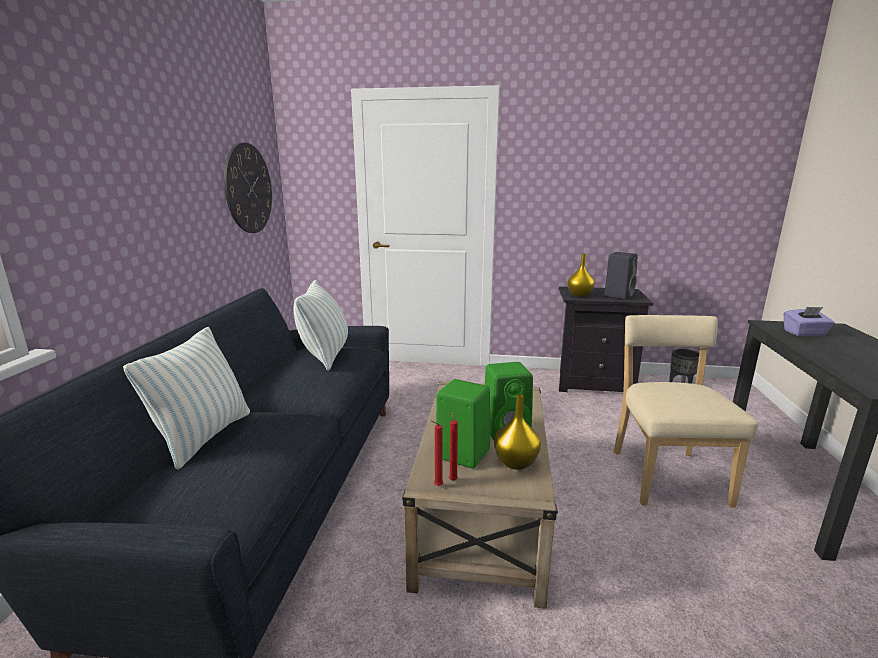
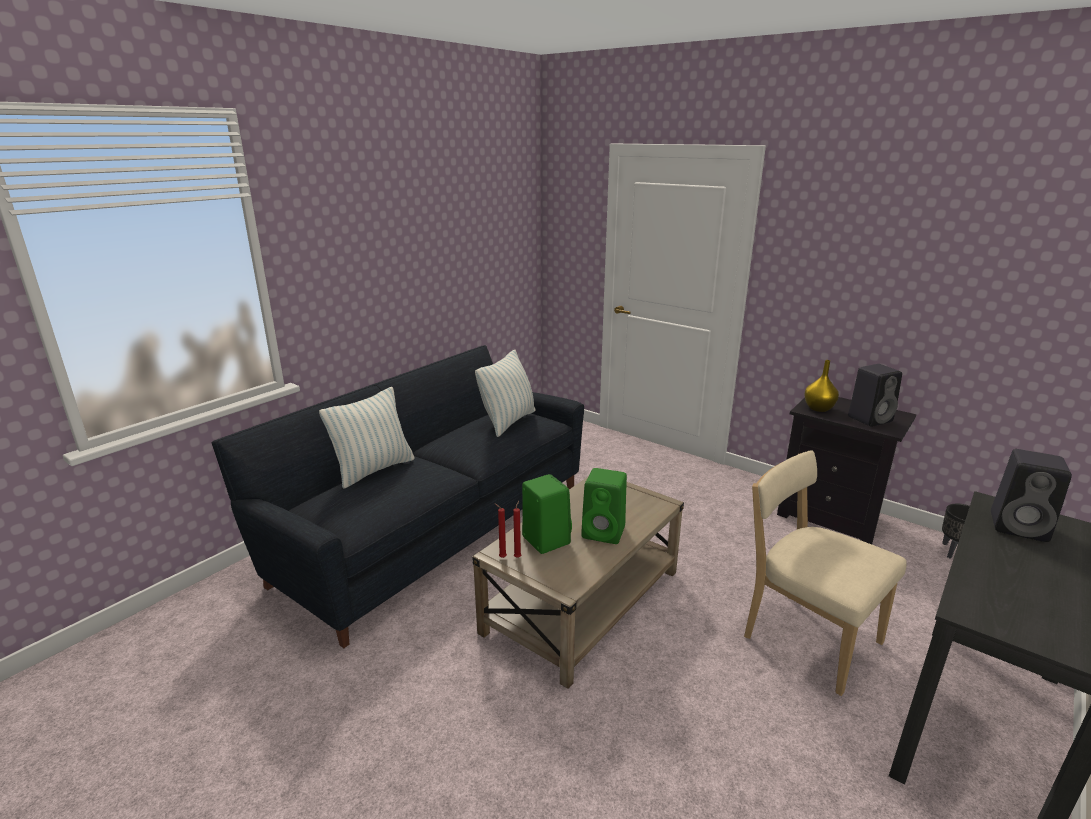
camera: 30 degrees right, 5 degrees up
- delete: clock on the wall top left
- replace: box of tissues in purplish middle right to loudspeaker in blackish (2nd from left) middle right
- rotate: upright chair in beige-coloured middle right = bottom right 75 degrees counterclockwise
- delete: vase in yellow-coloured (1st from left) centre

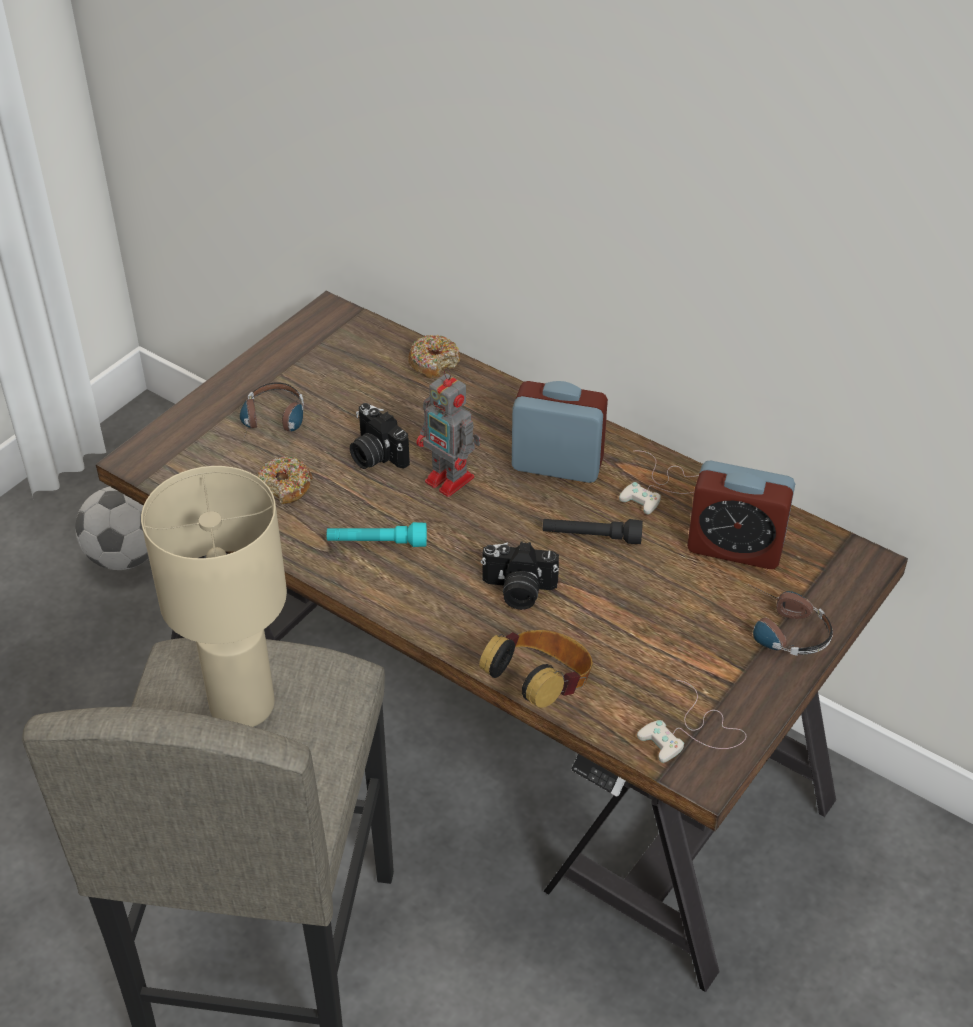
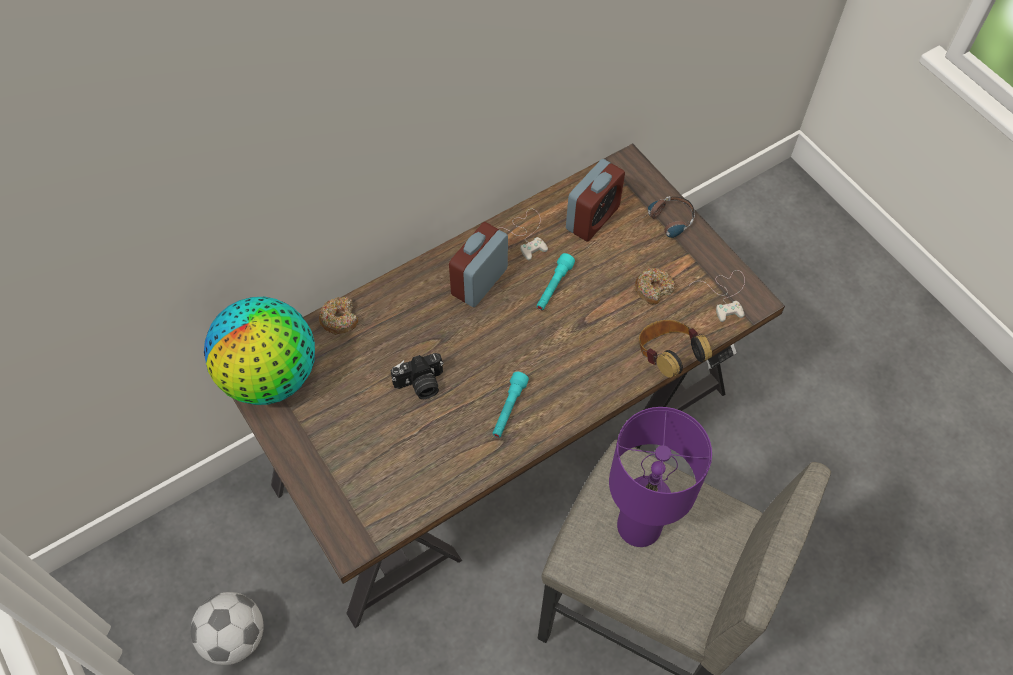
camera: 70 degrees left, 15 degrees up
- delete: toy robot centre
- delete: headphones (1st from left) middle left
- move: donut (1st from left in the first image) middle left to donut (2nd from left) centre
- recolor: table lamp in beige-coloured middle left to table lamp in purplish bottom centre
- recolor: hand torch in blackish centre to hand torch in turquoise (2nd from left) centre
- delete: photo camera (2nd from left) centre
- insert: world globe middle left

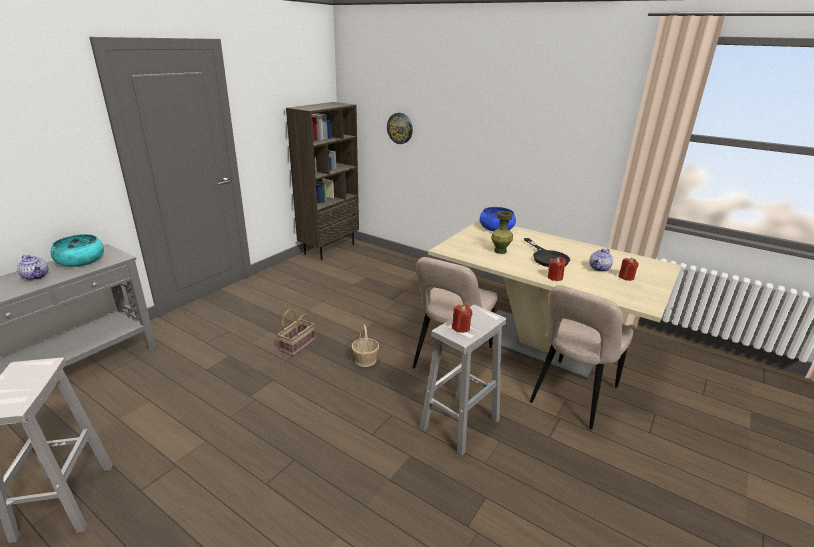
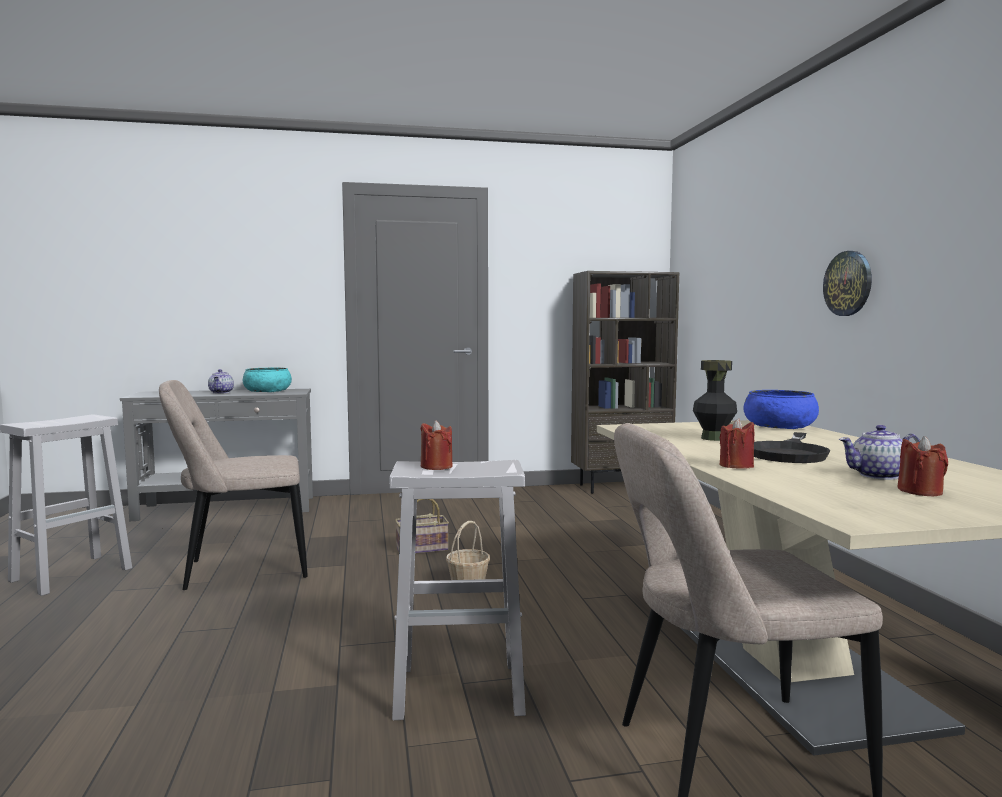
camera: 45 degrees right, 20 degrees down
- move: clock on the wall top centre to middle right
- recolor: vase in greenish centre to vase in blackish middle right
- move: upright chair in beige-coloured (1st from left) centre to middle left

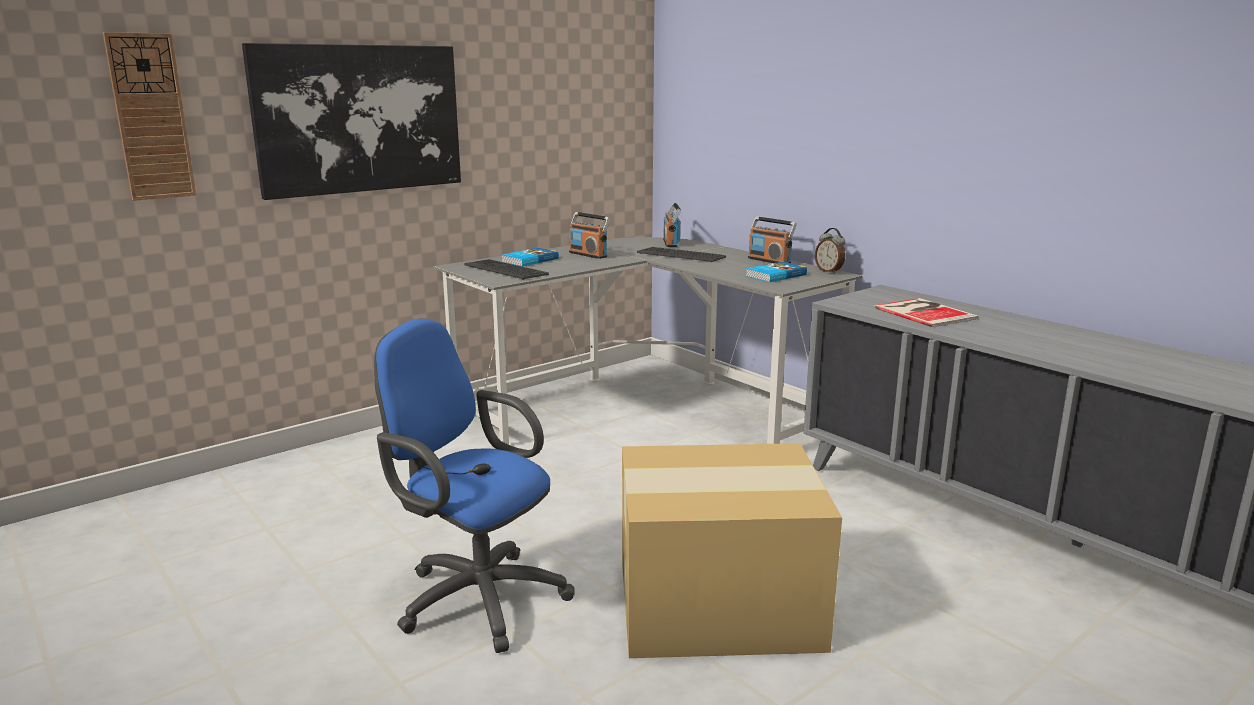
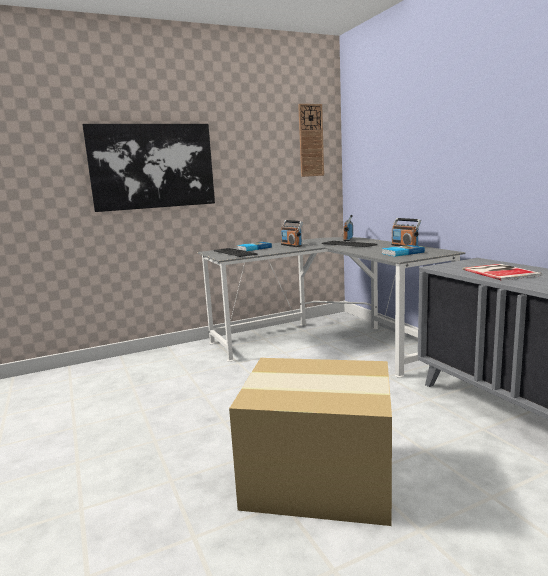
camera: 15 degrees right, 5 degrees down
- move: clock on the wall top left to top centre
- delete: bedside clock centre
- delete: computer chair in blue-coloured bottom centre

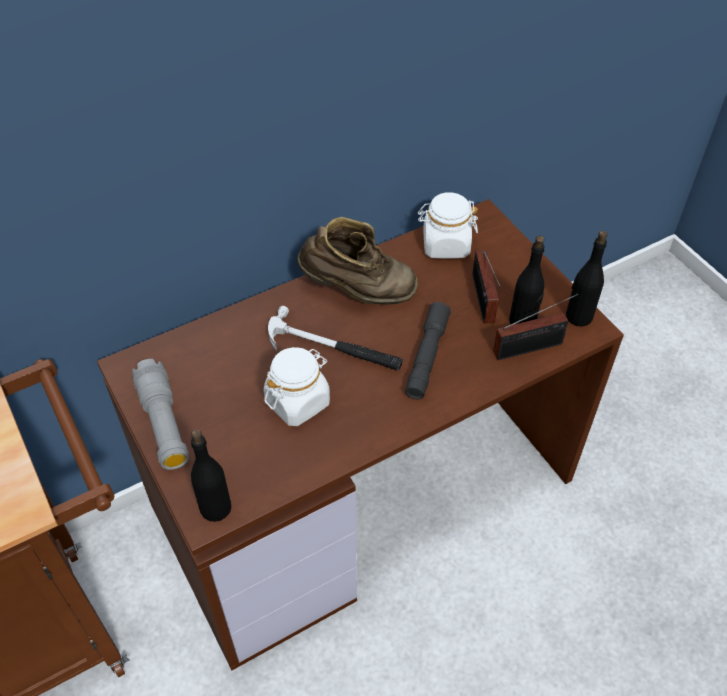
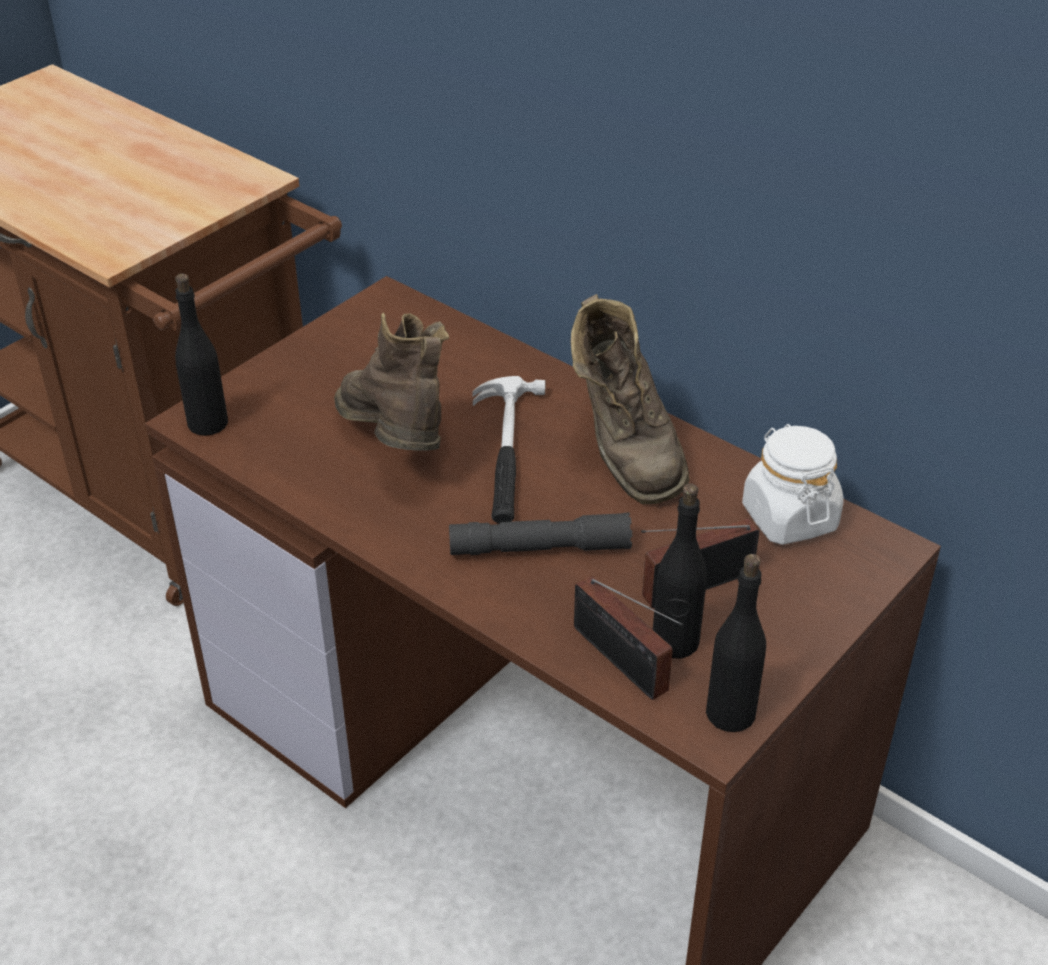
camera: 70 degrees right, 10 degrees down
- replace: jar in white (1st from left) centre to tall boot in brown (1st from left) centre
- delete: hand torch in greyish (1st from left) middle left

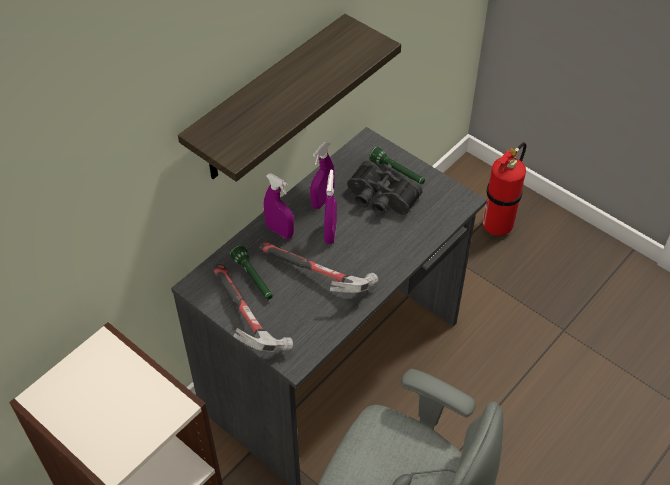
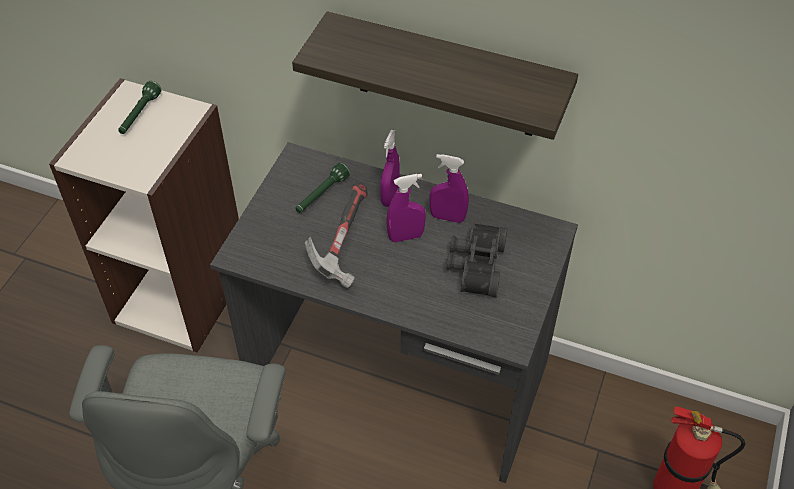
camera: 70 degrees right, 0 degrees up
- move: hand torch in greenish (2nd from left in the first image) centre to hand torch in greenish (1st from left) top left
- delete: hand hammer (1st from left) centre

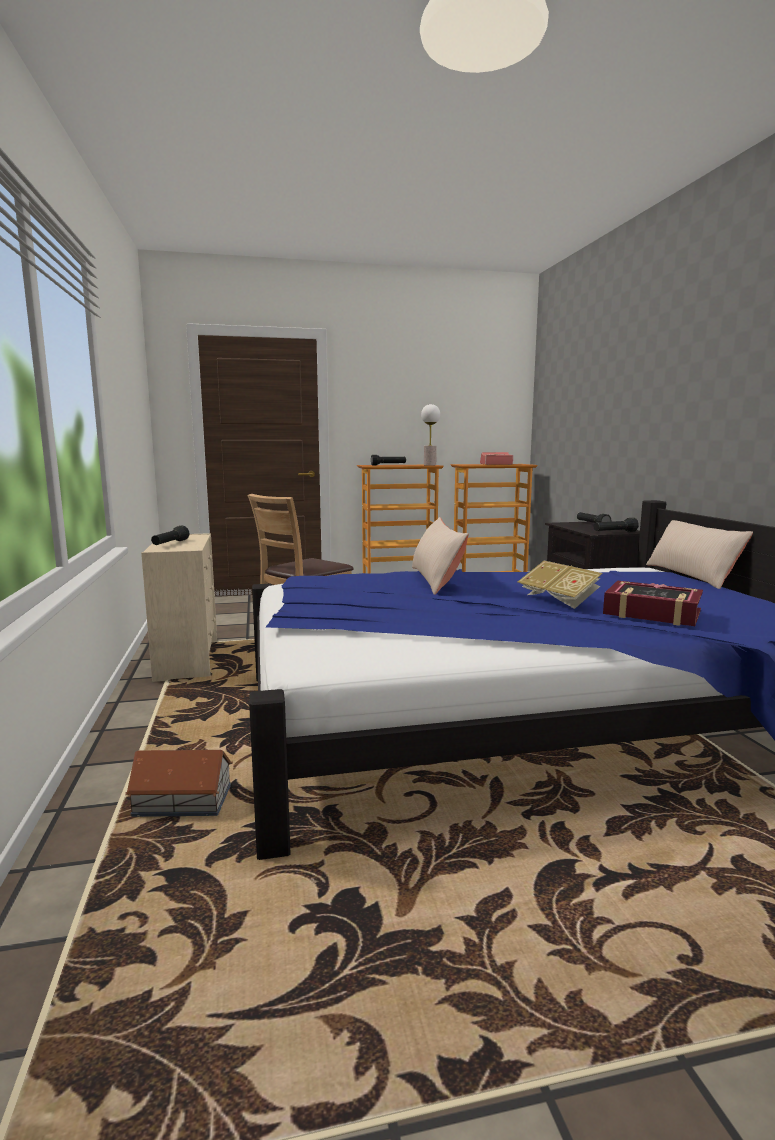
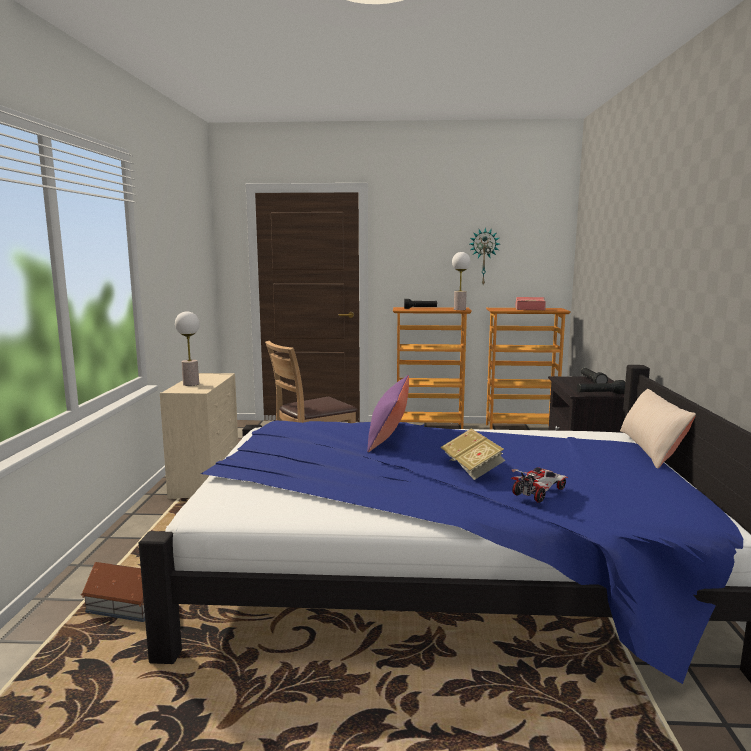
camera: 15 degrees right, 0 degrees up
- recolor: cushion in beige-coloured (1st from left) centre to cushion in purplish centre
- replace: hand torch in blackish (1st from left) middle left to table lamp (1st from left) middle left
- replace: volume (2nd from left) middle right to toy car middle right
- insert: clock on the wall centre

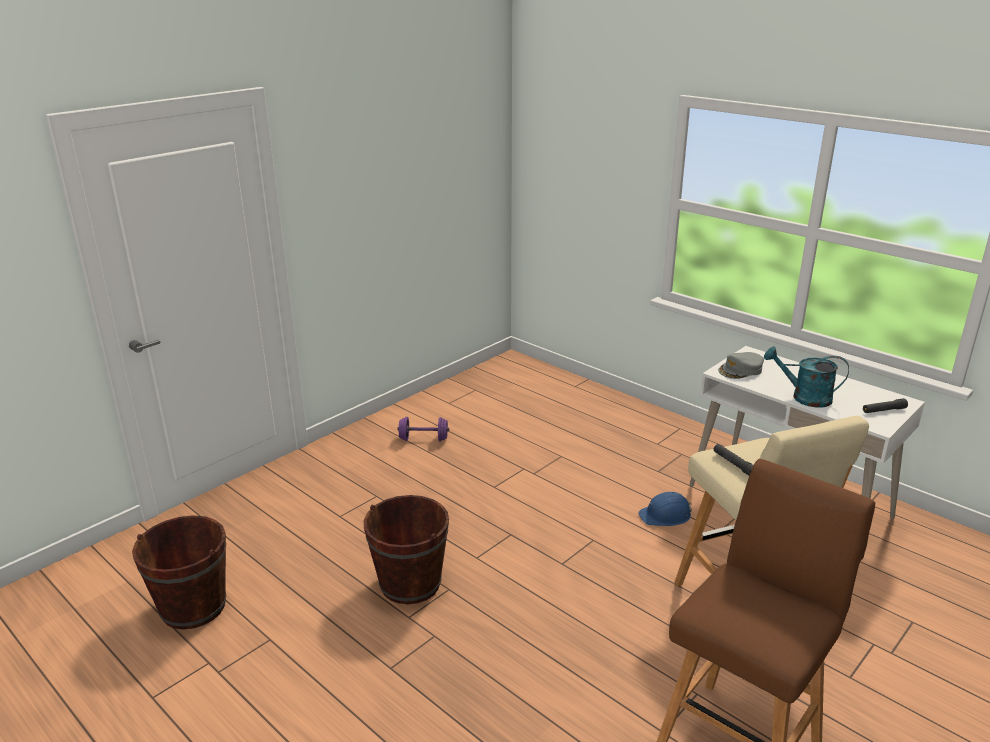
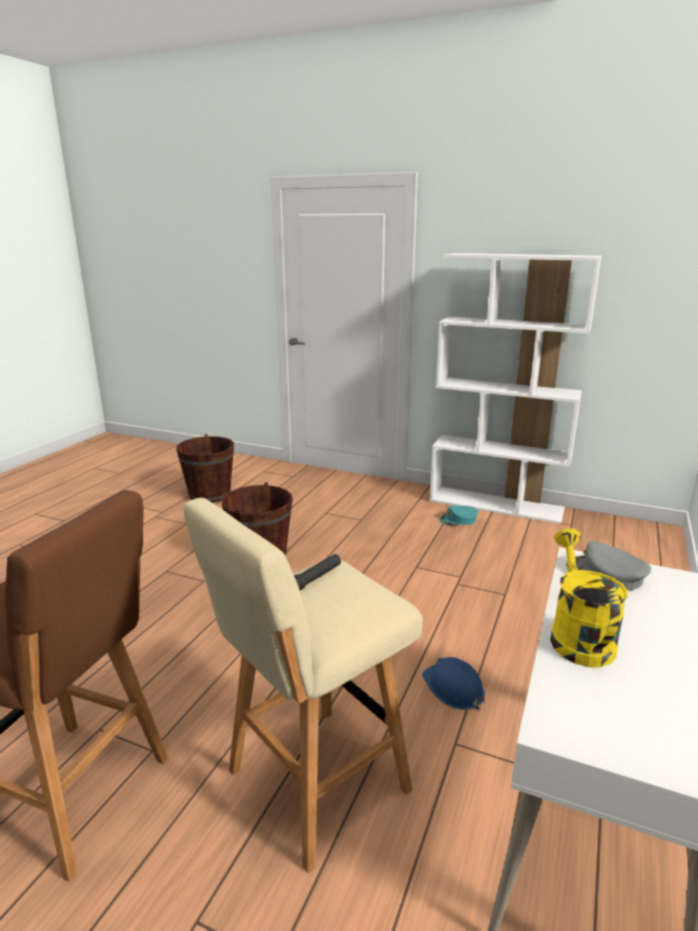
camera: 70 degrees right, 5 degrees down
- recolor: sprinkling can in turquoise middle right to sprinkling can in yellow-coloured middle right
- delete: hand torch in blackish (2nd from left) middle right
- replace: hand weight in purplish centre to peaked cap in turquoise centre
- insert: shelving unit in white middle right

